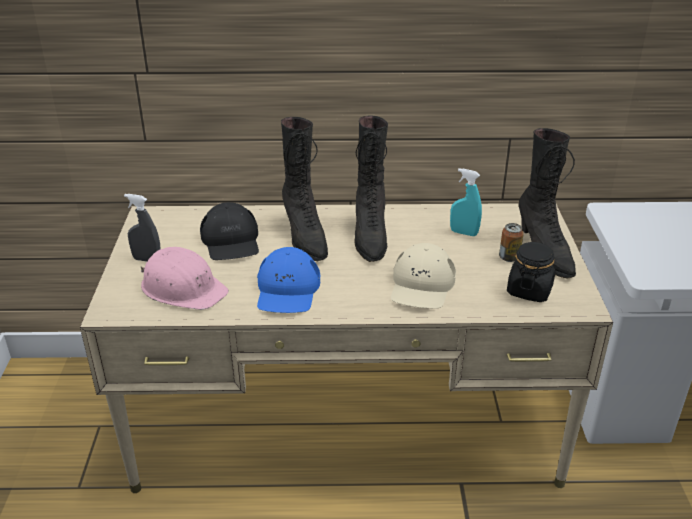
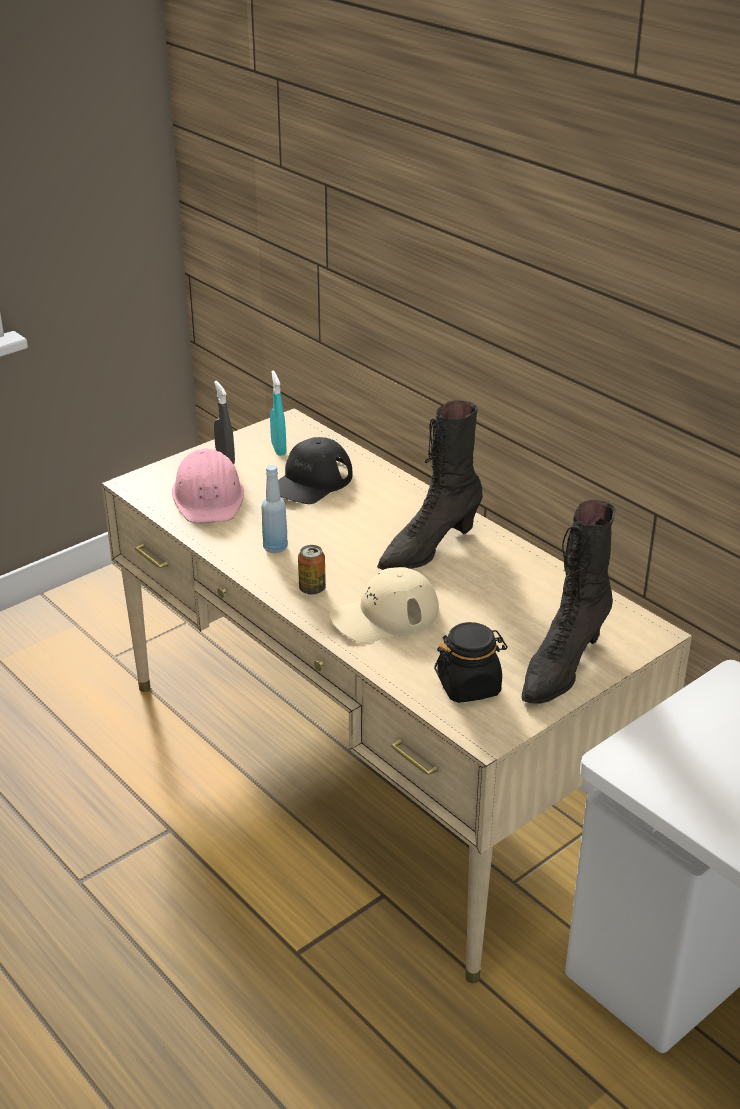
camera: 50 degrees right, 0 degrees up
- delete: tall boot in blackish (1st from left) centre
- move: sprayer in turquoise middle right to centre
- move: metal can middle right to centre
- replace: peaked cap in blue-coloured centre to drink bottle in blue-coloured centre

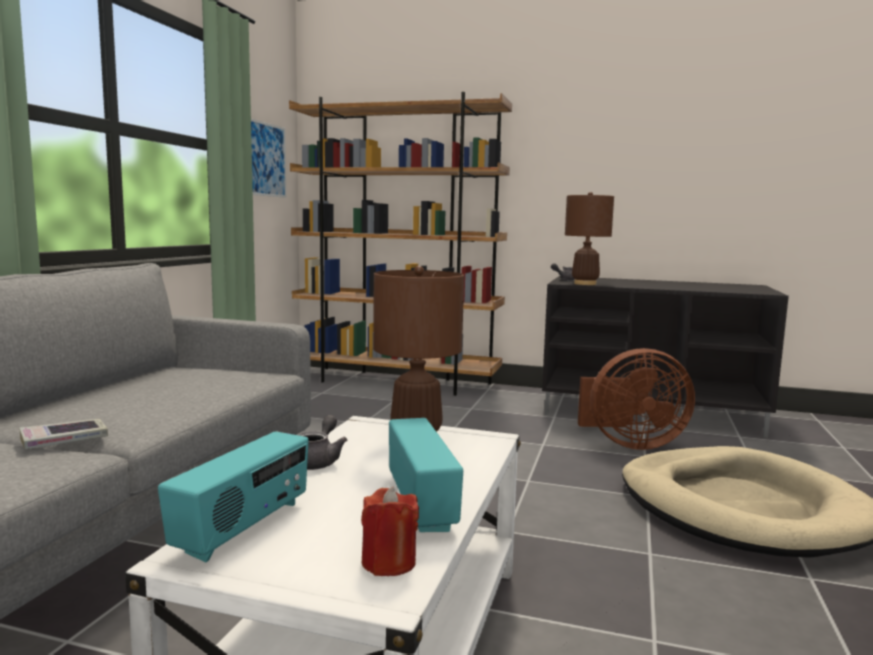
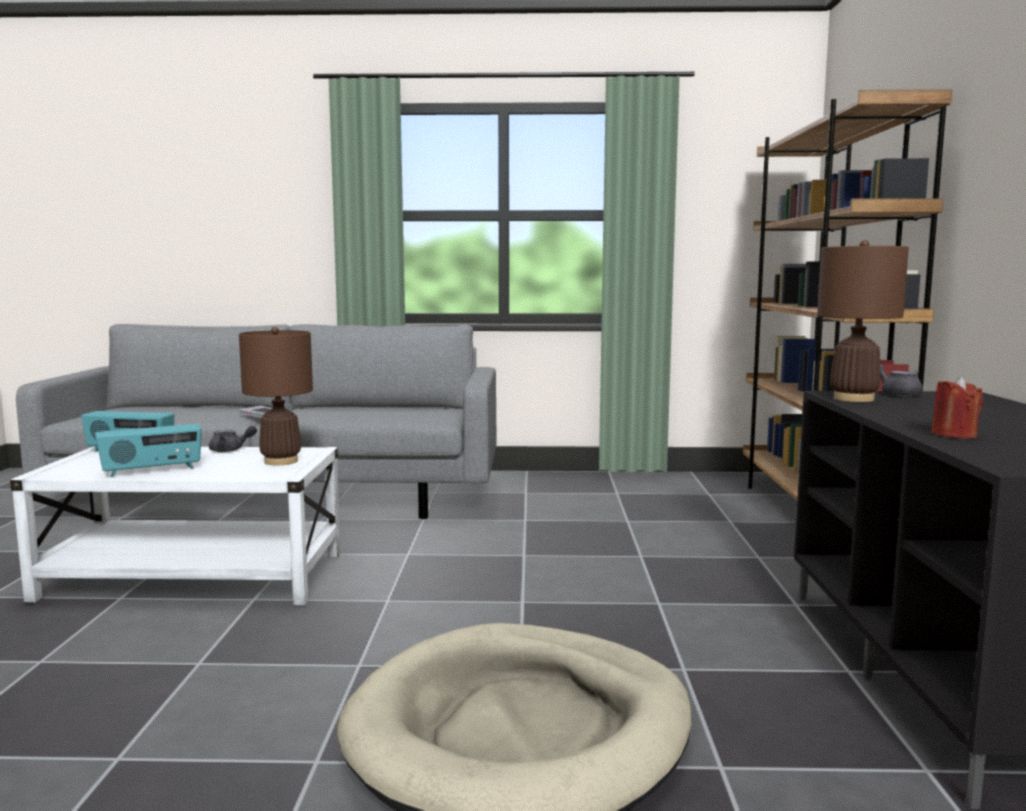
camera: 75 degrees right, 0 degrees up
- delete: wall art top left
- delete: fan in brown middle right
- move: candle in red-coloured bottom centre to middle right

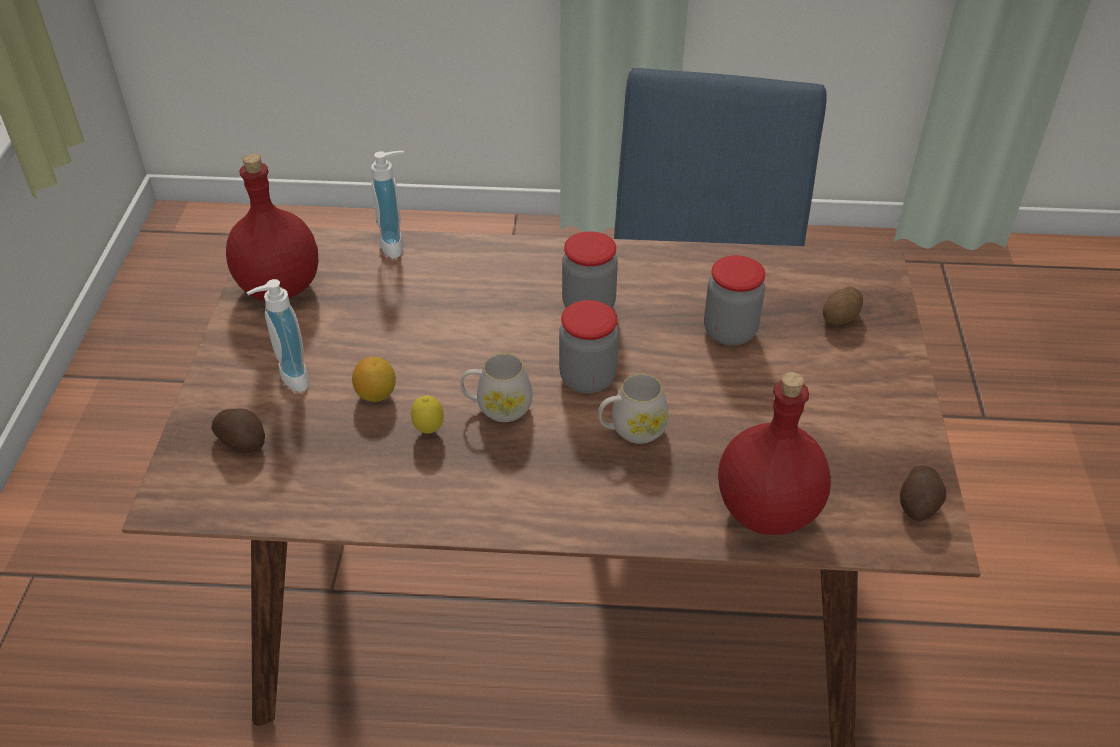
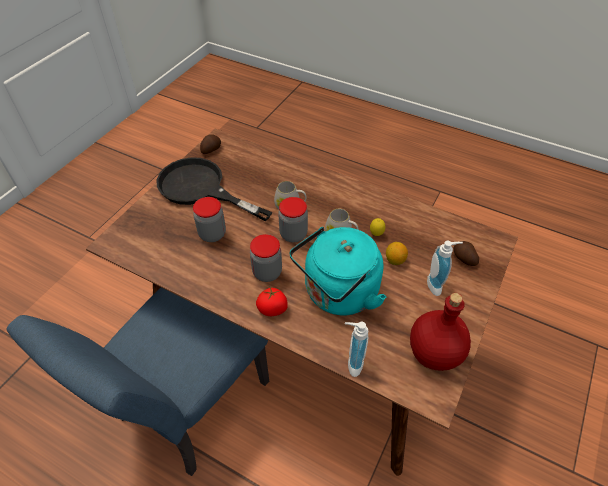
camera: 155 degrees left, 5 degrees up
- delete: whole potato (2nd from left) middle right
- delete: drink bottle in red-coloured (2nd from left) middle right
- insert: frying pan in blackish centre
- insert: water kettle in turquoise centre
- insert: whole tomato centre

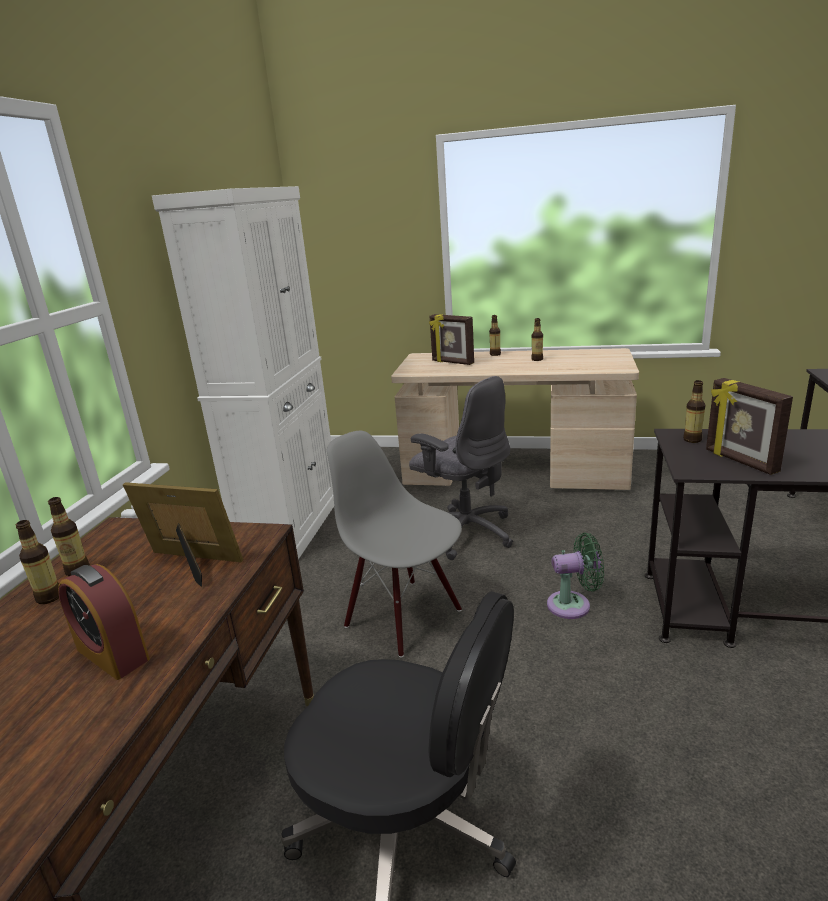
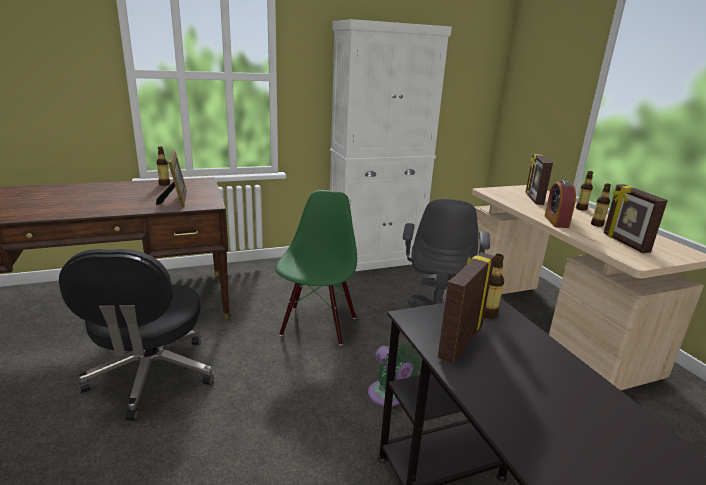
camera: 55 degrees right, 0 degrees up
- recolor: upright chair in greyish centre to upright chair in greenish centre
- delete: drink bottle (1st from left) middle left
- move: bedside clock bottom left to middle right
- insert: photo frame (4th from left) middle right

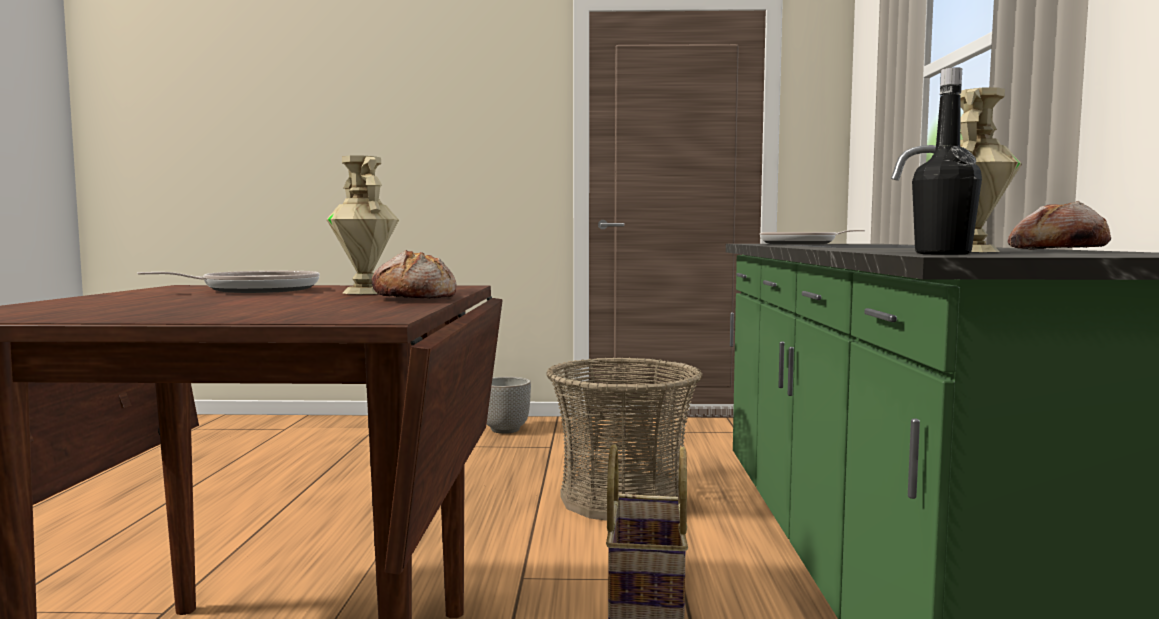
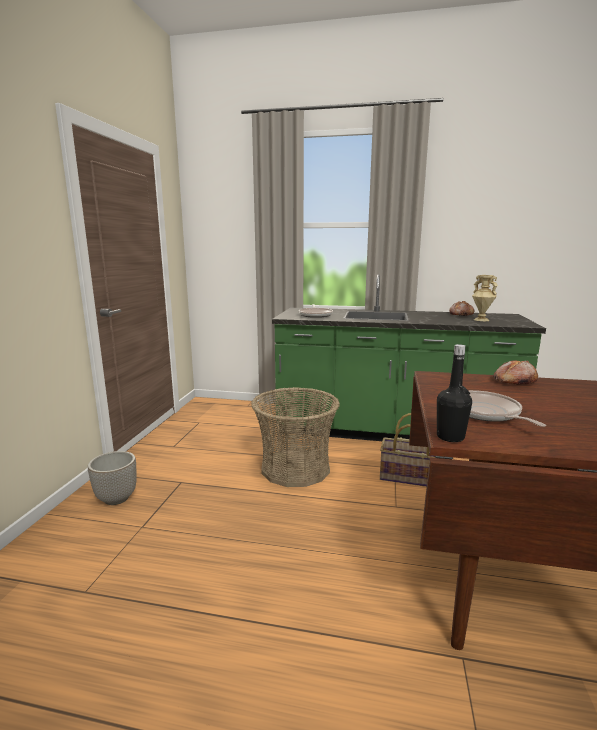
camera: 80 degrees left, 10 degrees up
- move: drink bottle in blackish top right to middle right
- delete: vase in beige-coloured (1st from left) middle left

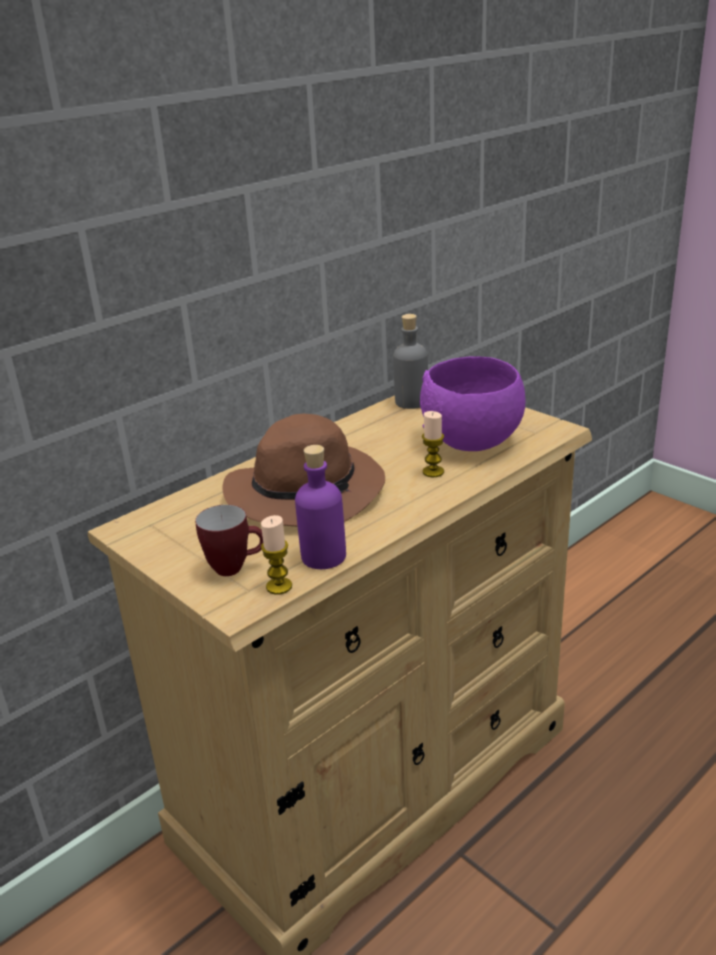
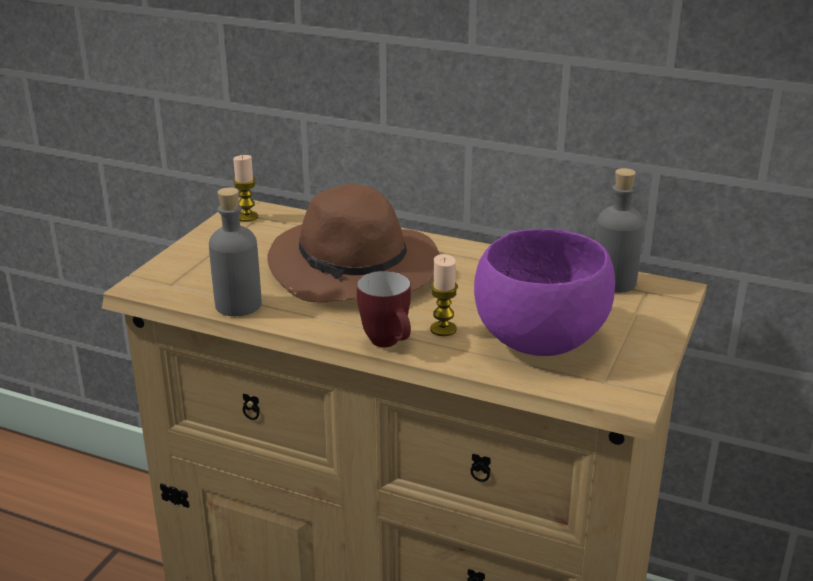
camera: 65 degrees right, 0 degrees up
- recolor: drink bottle in purplish centre to drink bottle in greyish (1st from left) middle left
- move: coffee mug middle left to centre
- move: candle (1st from left) centre to top left

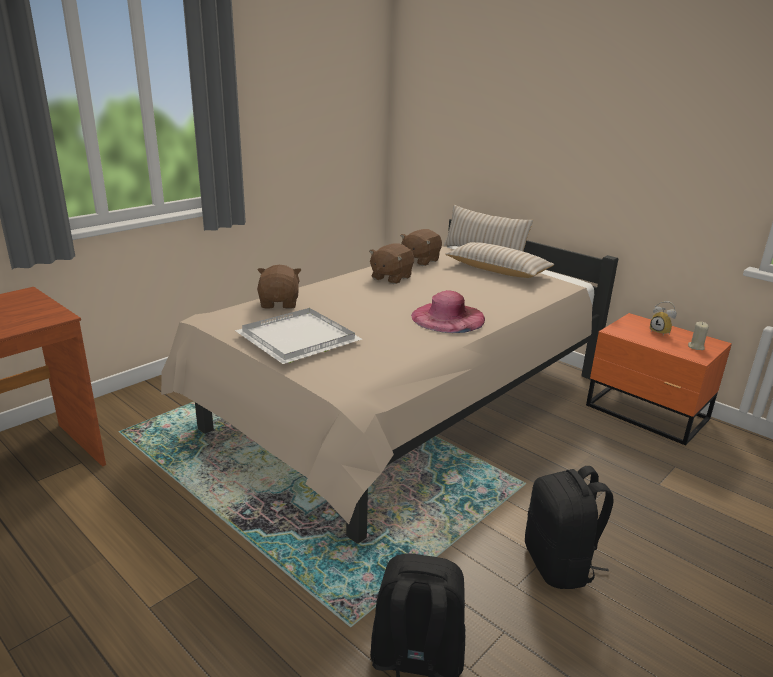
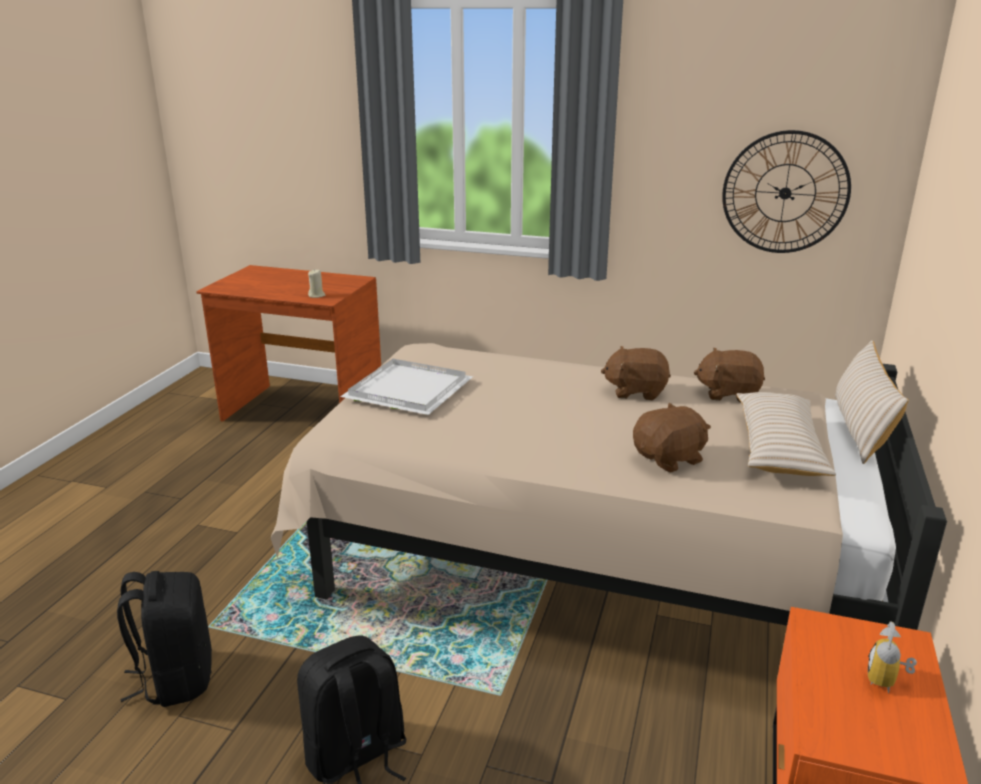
camera: 65 degrees right, 0 degrees up
- move: cuddly toy in brown (1st from left in the first image) centre to cuddly toy in brown (2nd from left) middle right
- delete: hat in pinkish centre
- move: candle in beige-coloured middle right to middle left
- insert: clock on the wall top right

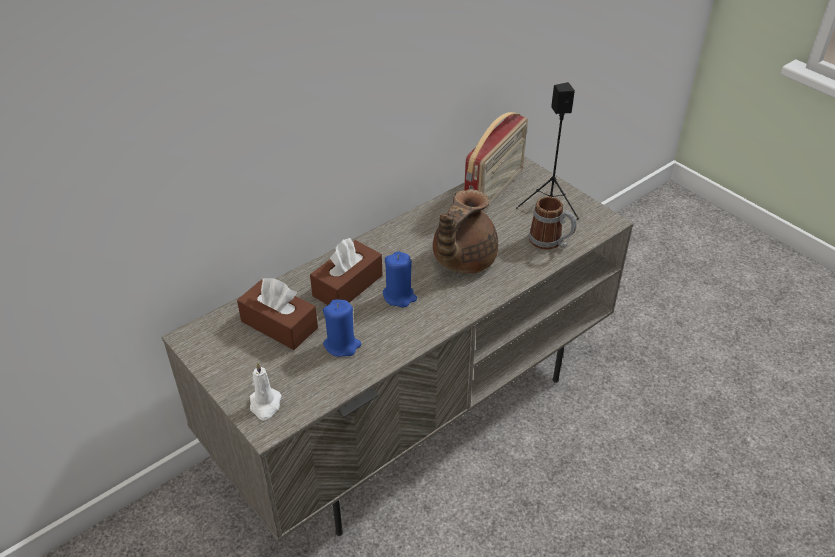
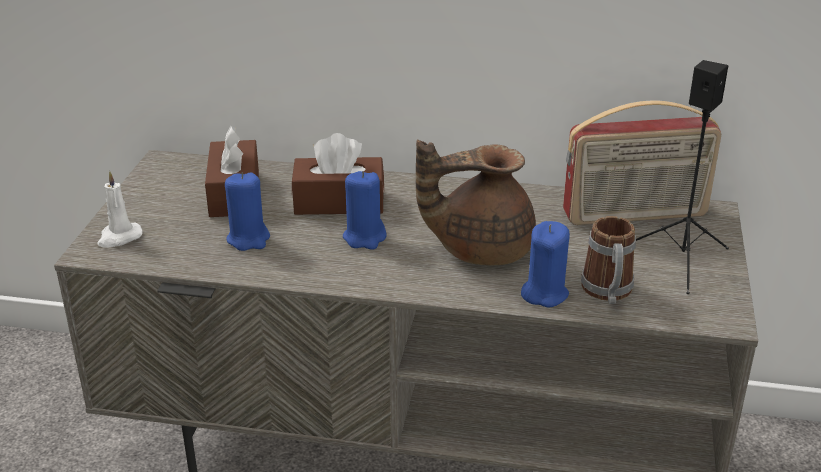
camera: 50 degrees right, 10 degrees down
- insert: candle in blue-coloured (3rd from left) centre

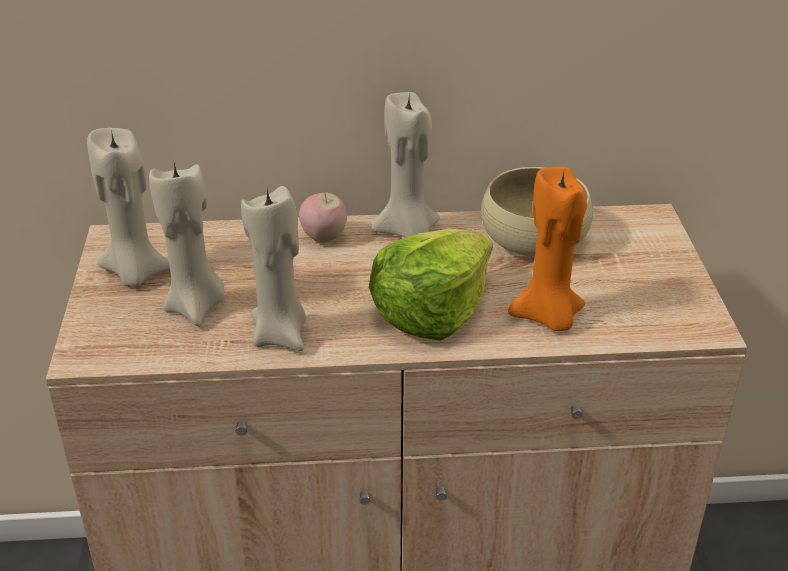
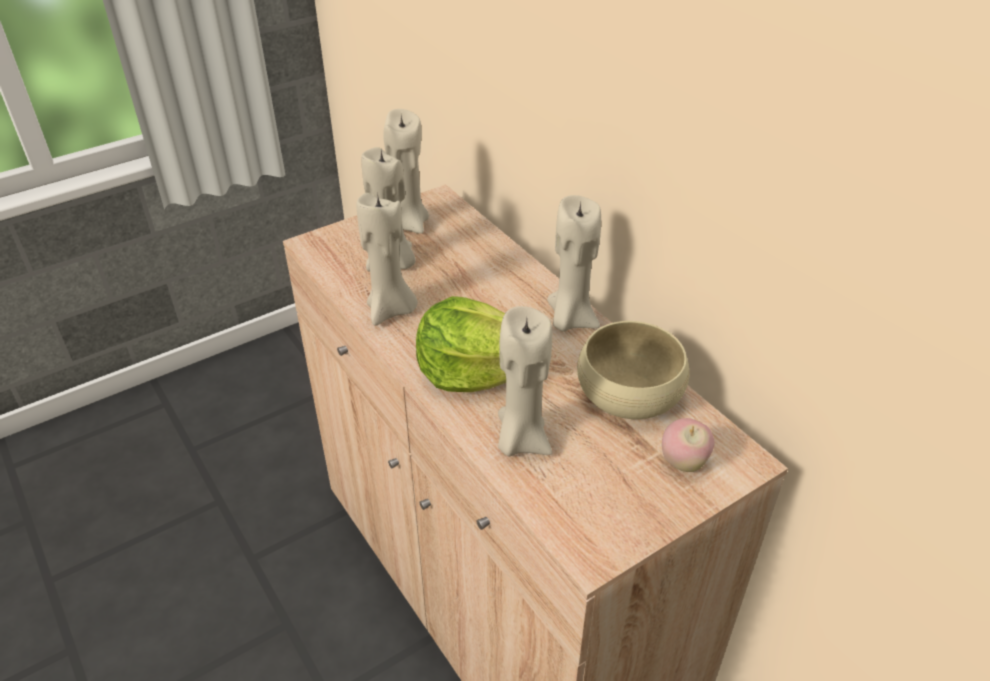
camera: 60 degrees right, 5 degrees up
- recolor: candle in orange-coloured middle right to candle in beige-coloured (4th from left) centre
- move: whole apple centre to middle right

